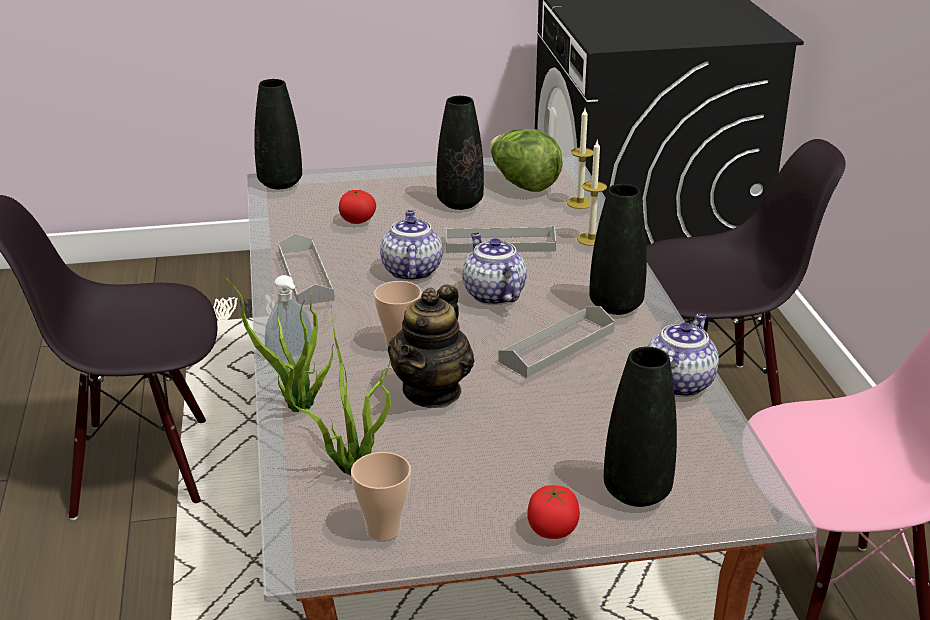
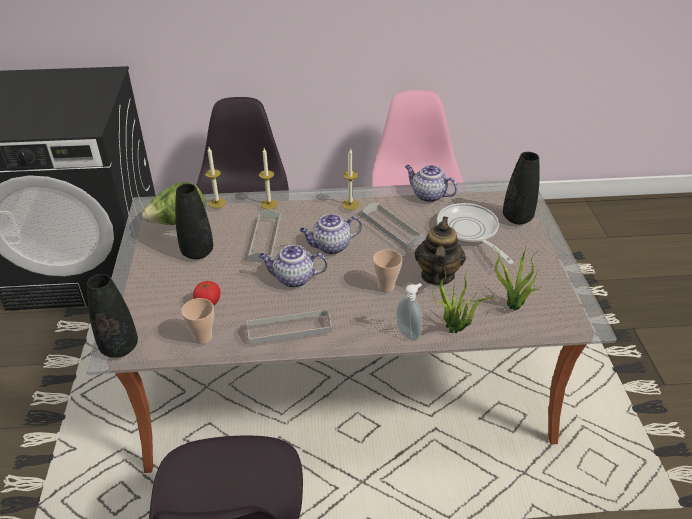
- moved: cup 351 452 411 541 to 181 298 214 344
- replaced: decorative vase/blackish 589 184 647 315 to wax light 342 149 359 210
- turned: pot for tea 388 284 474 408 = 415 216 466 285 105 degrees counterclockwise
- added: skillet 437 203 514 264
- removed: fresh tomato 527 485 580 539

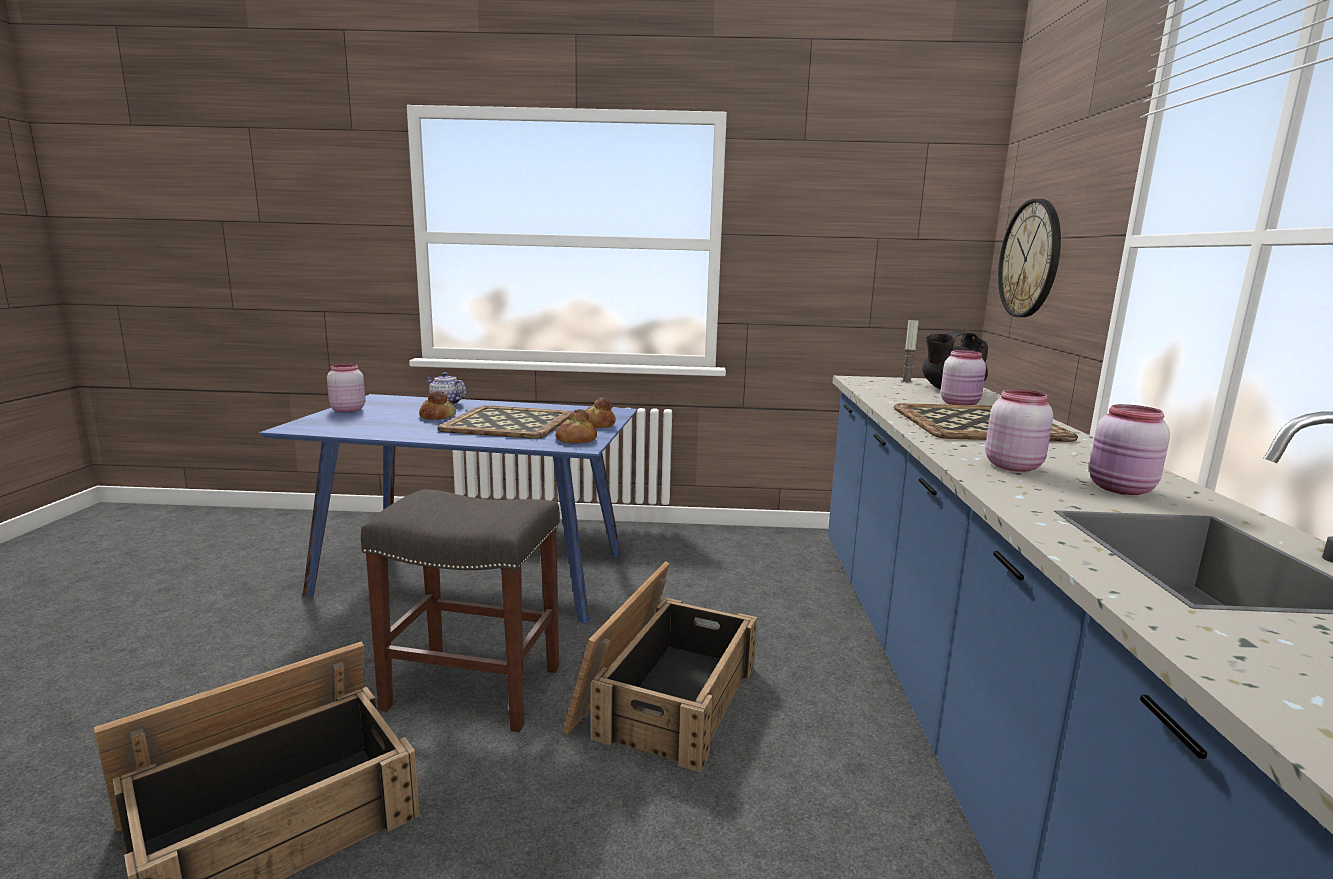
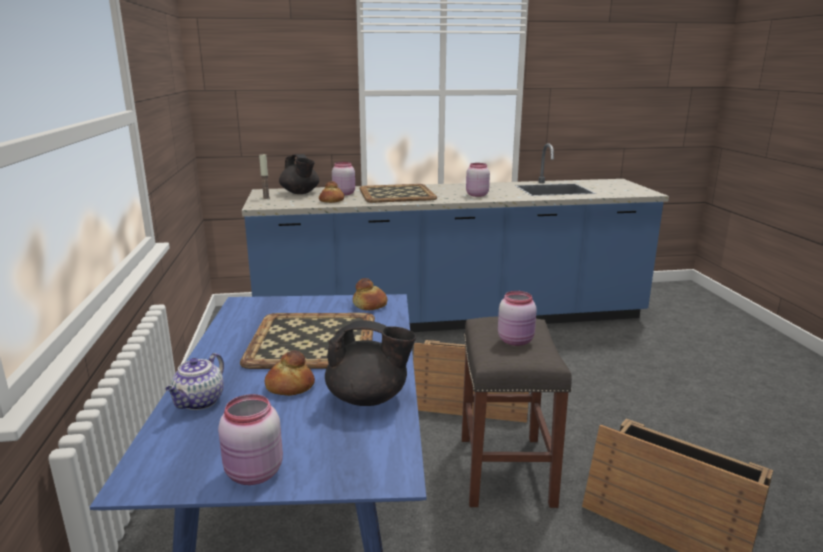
- moved: bread 584 397 616 428 to 319 181 344 203
- added: pot for tea/blackish 325 320 416 406
- moved: preserve jar/pink 1089 404 1170 495 to 498 291 537 346
- removed: hanging clock 998 199 1061 317

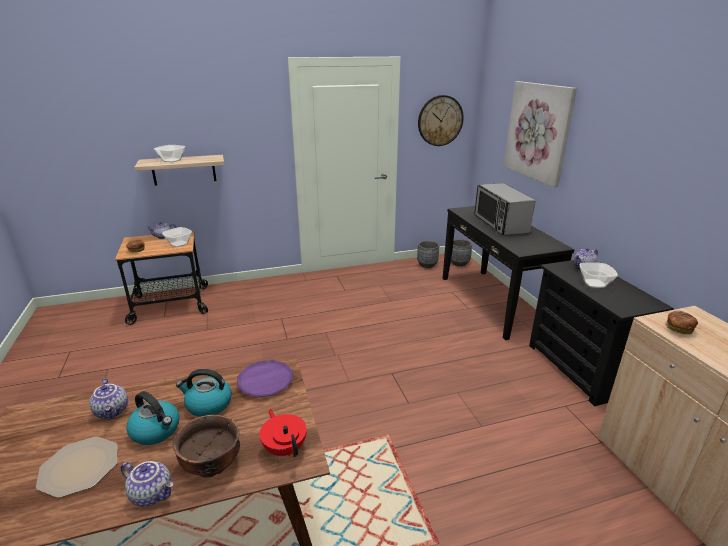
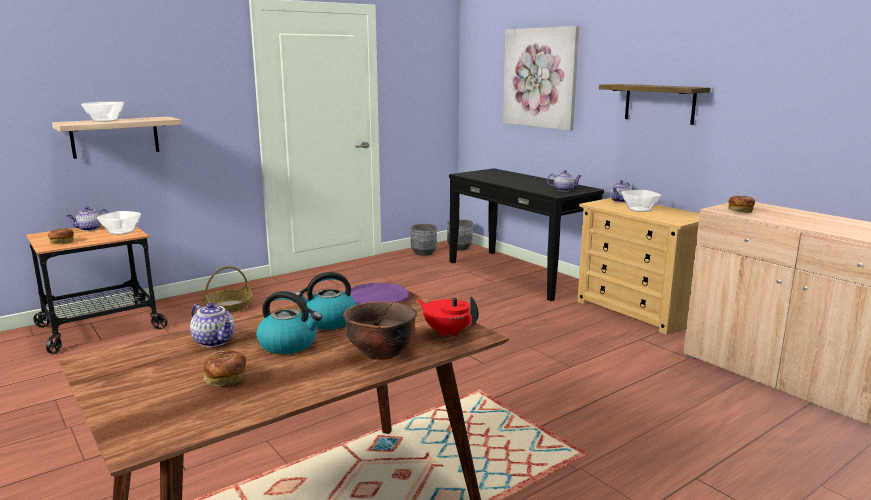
- added: storage basket 202 266 253 312
- replaced: flat dish 36 437 118 498 to bread 203 350 246 386
- moved: pot for tea 121 461 173 507 to 547 170 582 192
- recoloured: chest of drawers/blackish 529 260 674 406 to chest of drawers/beige 577 198 700 335
- added: bracket shelf 599 84 710 125
- removed: hanging clock 418 95 464 146
- removed: microwave oven 474 183 536 235

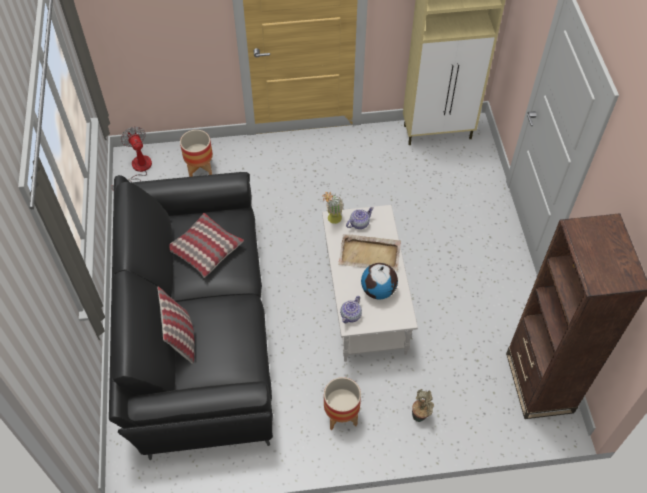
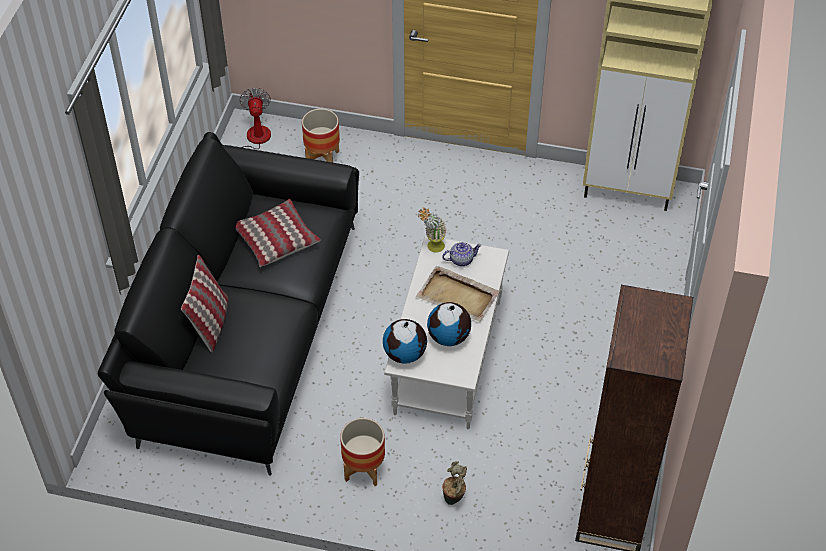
- replaced: pot for tea 340 296 362 323 to desk globe 383 319 427 364

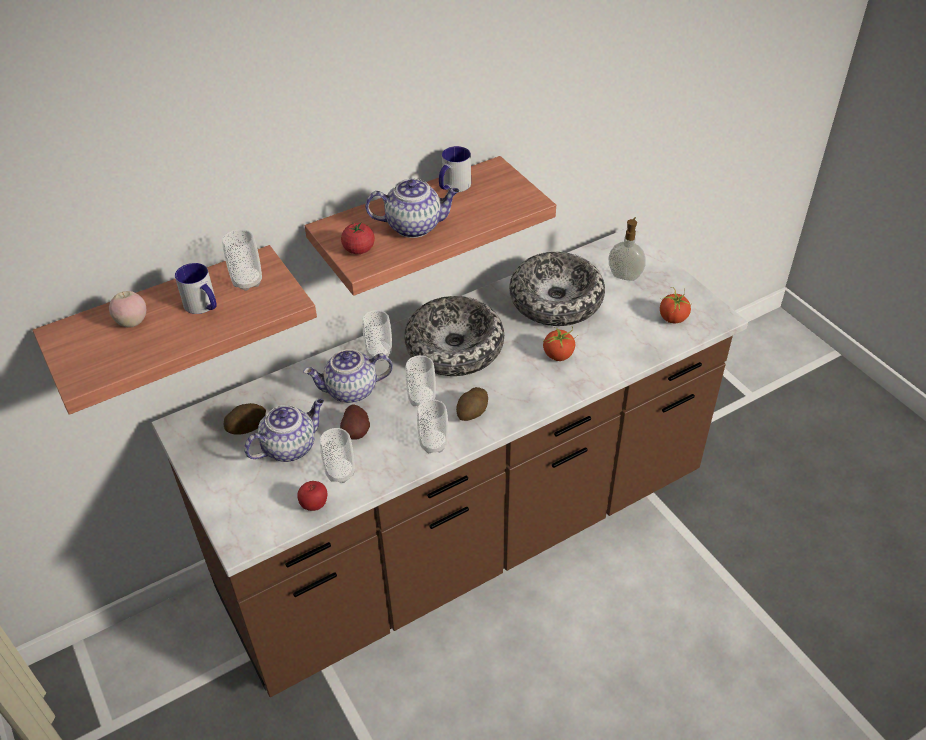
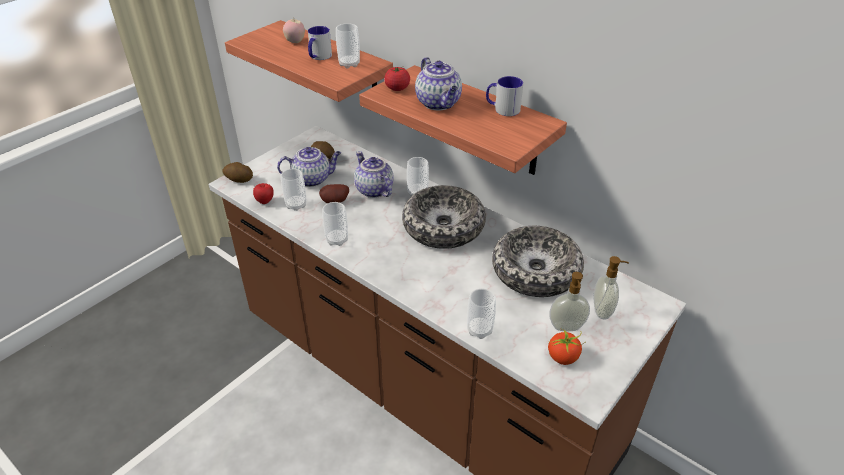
- moved: whole potato 456 387 488 421 to 222 162 253 183
- turned: pot for tea 244 399 324 462 = 277 147 341 187 45 degrees counterclockwise
- moved: cup 405 355 436 406 to 467 289 496 339
- added: soap bottle 550 272 590 331
- removed: fresh tomato 543 327 578 361

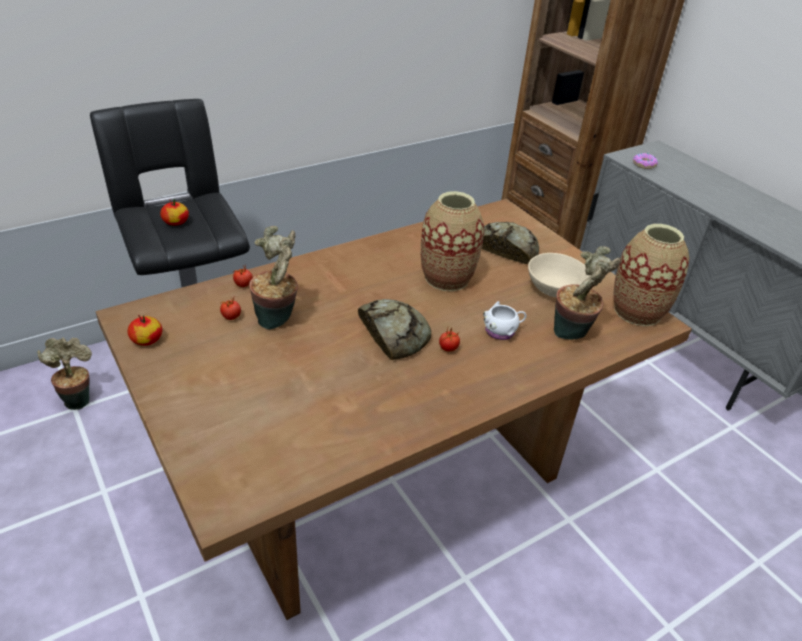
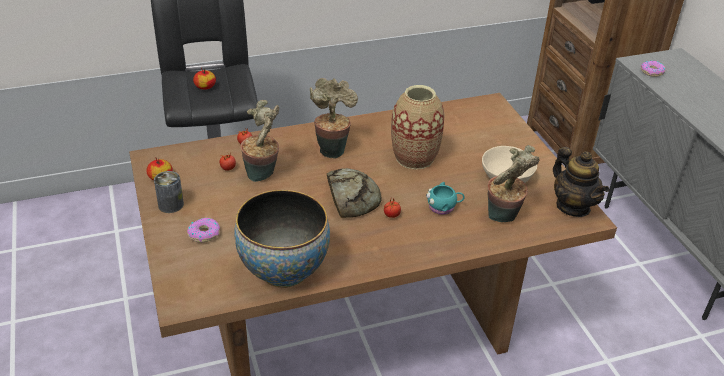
- added: can 154 171 184 213
- added: doughnut 187 218 220 243
- added: serving bowl 234 190 330 288
- moved: houseplant 37 337 92 410 to 310 78 358 159
- recoloured: mug/whitish 483 301 527 340 to mug/turquoise 426 182 465 215
- replaced: decorative vase 614 224 689 326 to pot for tea 553 147 609 217
- removed: bread 482 222 539 264

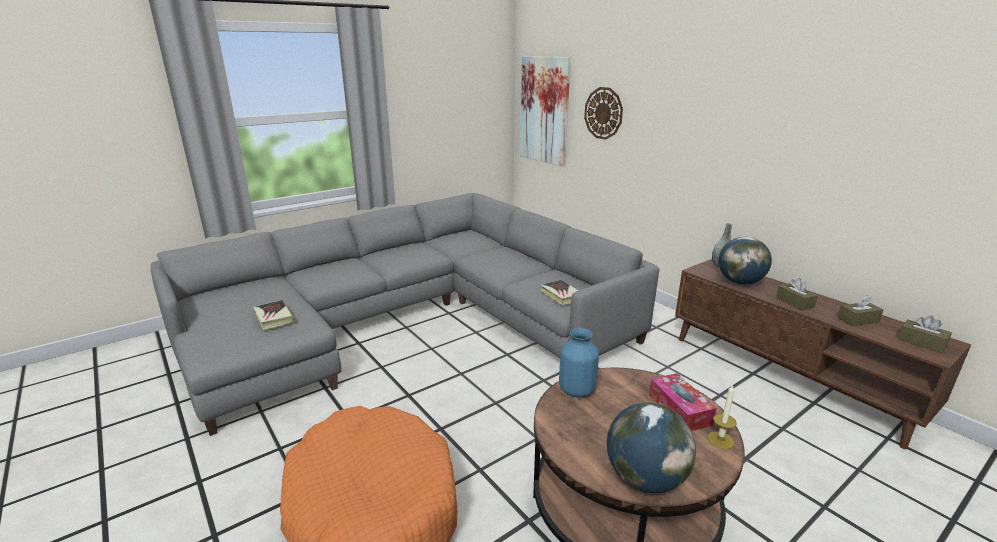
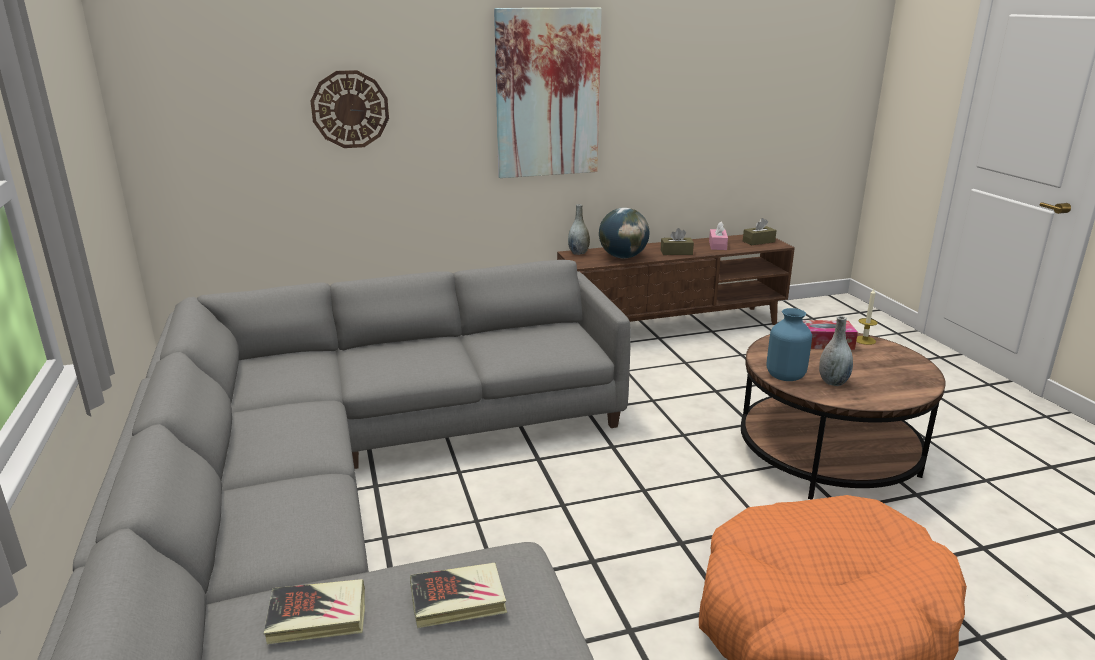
- moved: bound book 540 280 579 305 to 264 579 365 644
- moved: picture 520 56 571 166 to 494 7 602 178
- recoloured: tissue holder/brown-coloured 837 295 883 326 to tissue holder/pink 709 222 728 250
- added: decorative vase/grey 819 316 853 386
- removed: desk globe 607 403 696 493

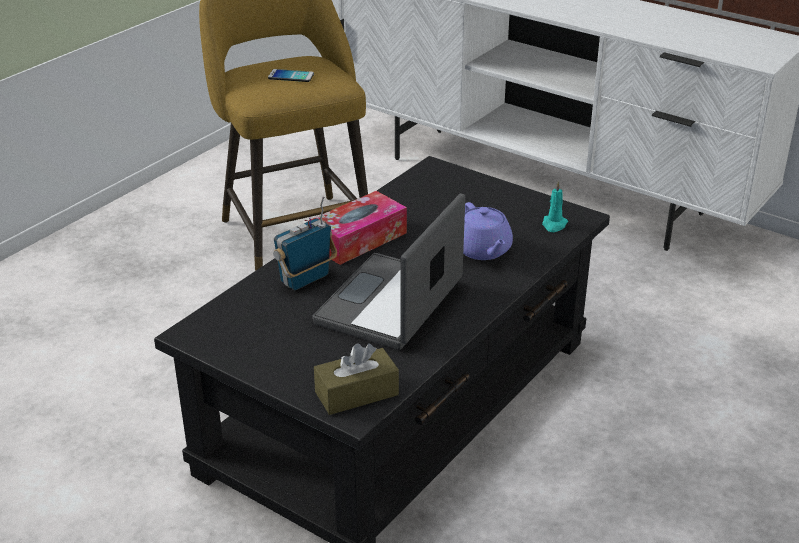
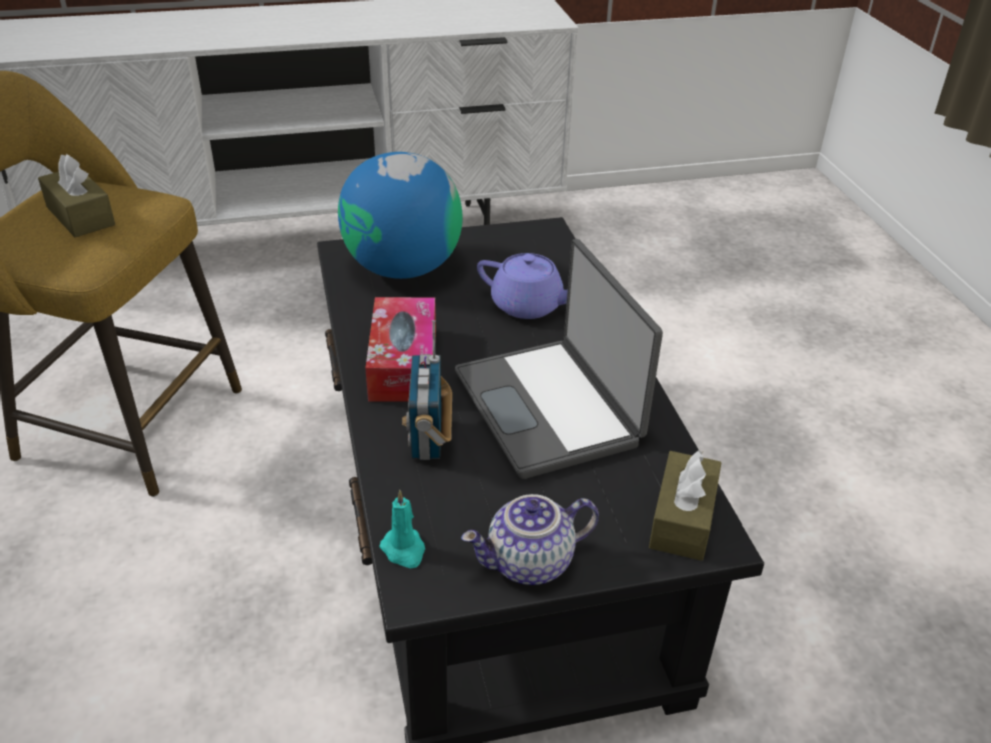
- replaced: phone 268 69 314 82 to tissue holder/brown-coloured 38 154 115 237
- added: desk globe 338 152 462 279
- moved: wax light/turquoise 542 181 568 232 to 379 490 425 569
- added: pot for tea 461 494 599 585

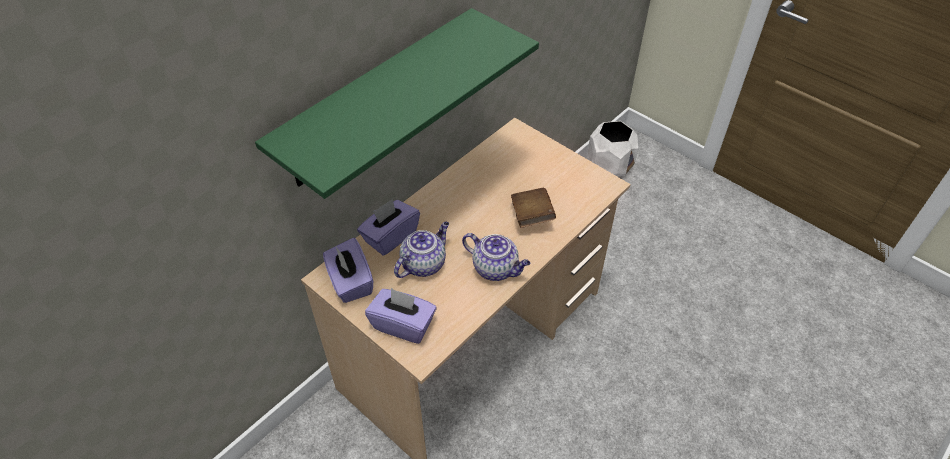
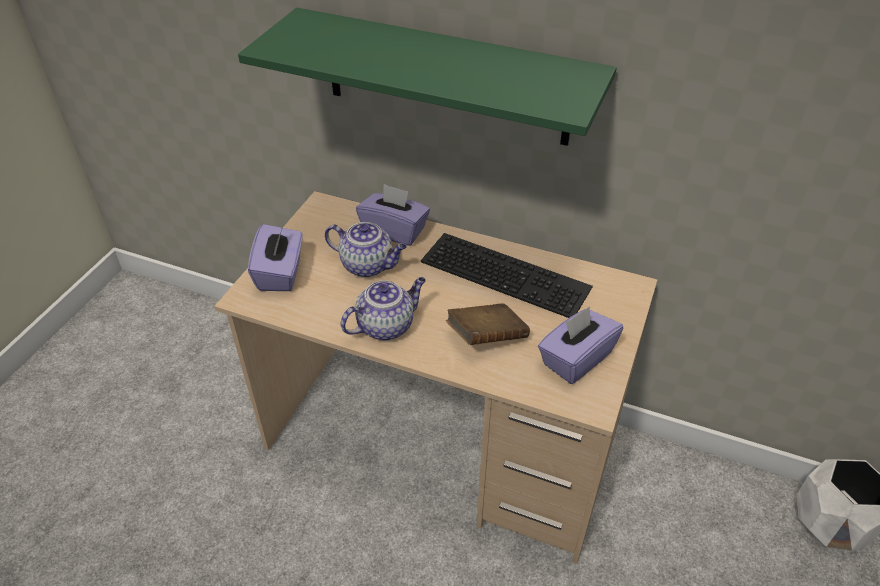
- turned: pot for tea 462 233 531 281 = 341 277 426 341 135 degrees counterclockwise
- added: PC keyboard 421 233 593 318
- moved: tissue holder/purple 323 237 373 303 to 538 306 623 384

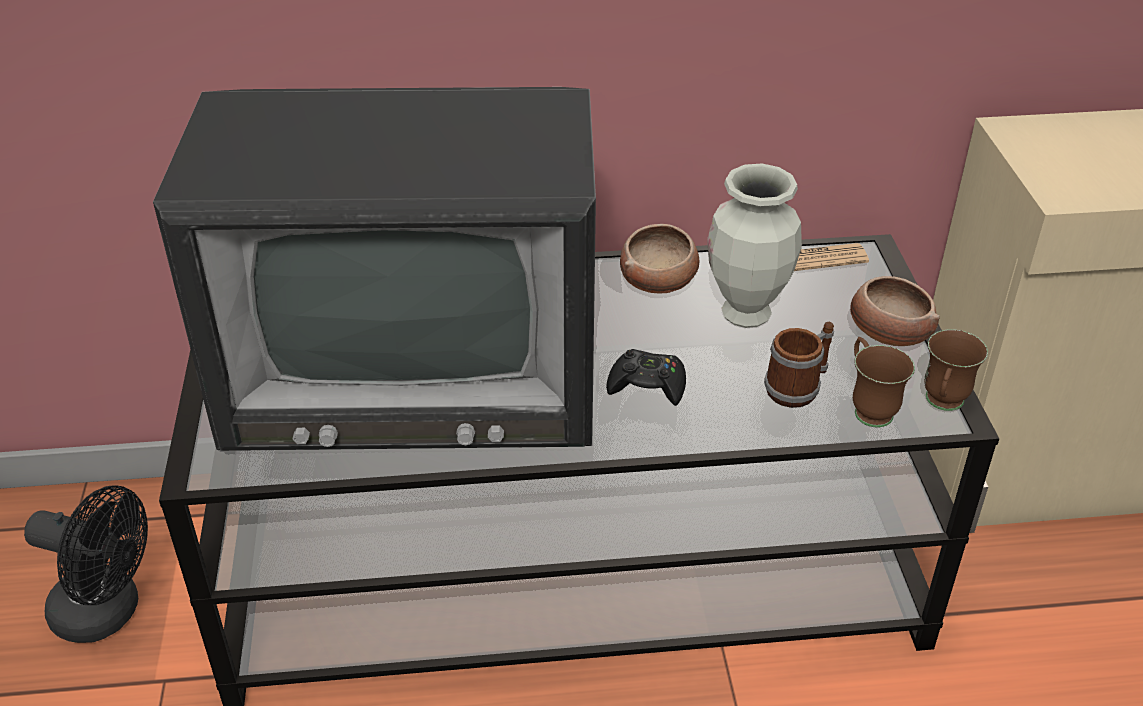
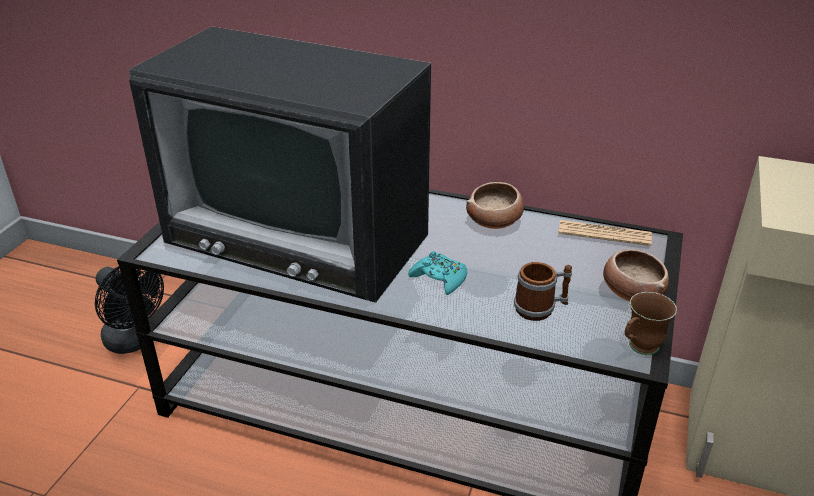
- recoloured: gamepad/blackish 606 349 686 406 to gamepad/turquoise 408 251 467 295
- removed: decorative vase 707 164 802 328
- removed: mug/brown-coloured 853 337 915 427

